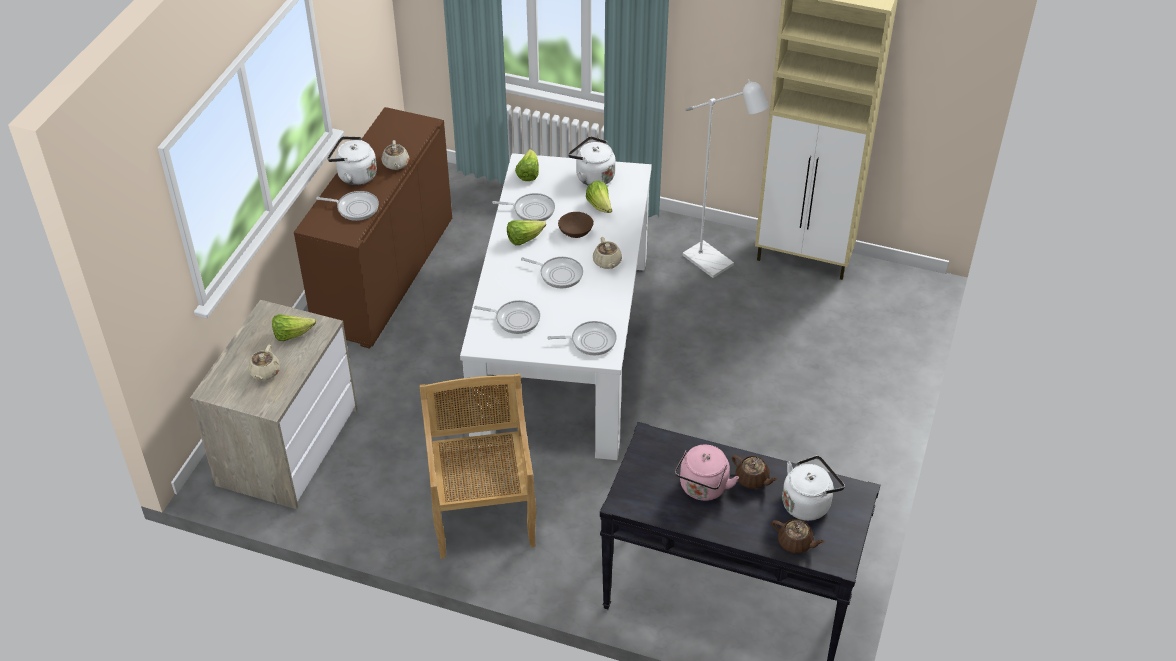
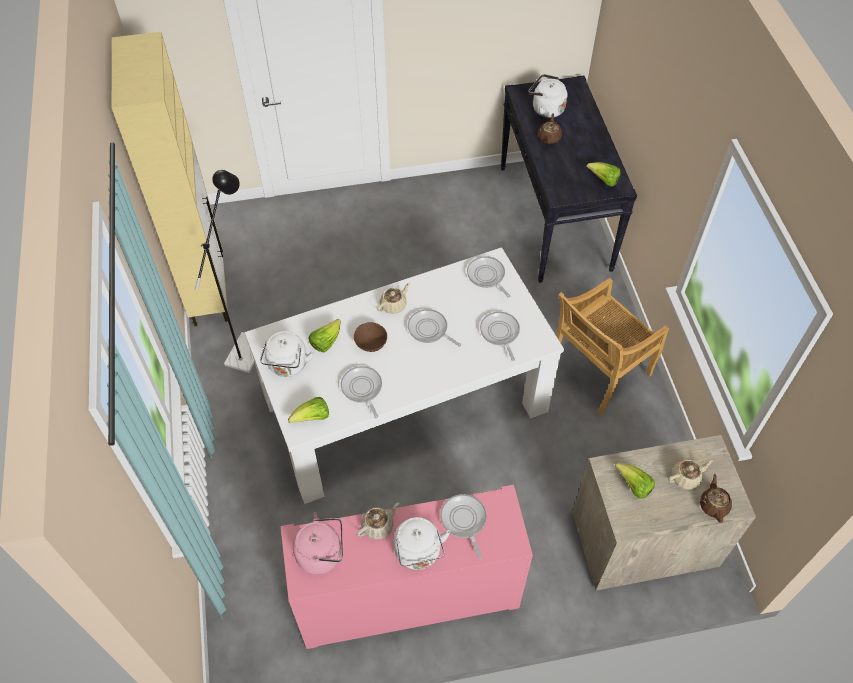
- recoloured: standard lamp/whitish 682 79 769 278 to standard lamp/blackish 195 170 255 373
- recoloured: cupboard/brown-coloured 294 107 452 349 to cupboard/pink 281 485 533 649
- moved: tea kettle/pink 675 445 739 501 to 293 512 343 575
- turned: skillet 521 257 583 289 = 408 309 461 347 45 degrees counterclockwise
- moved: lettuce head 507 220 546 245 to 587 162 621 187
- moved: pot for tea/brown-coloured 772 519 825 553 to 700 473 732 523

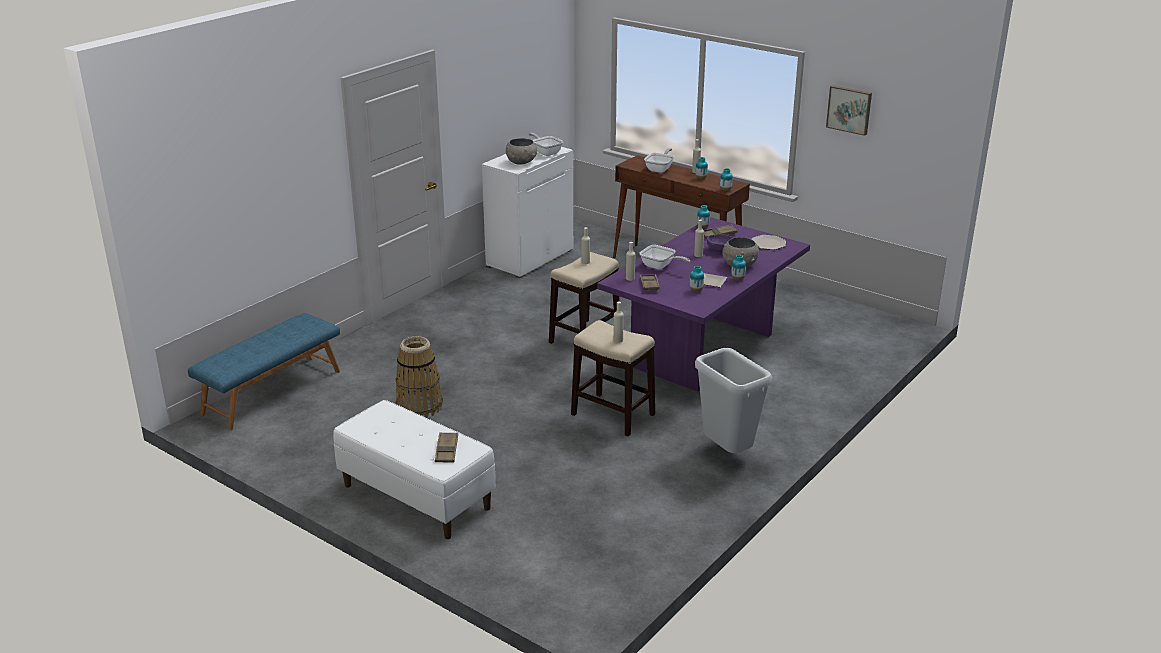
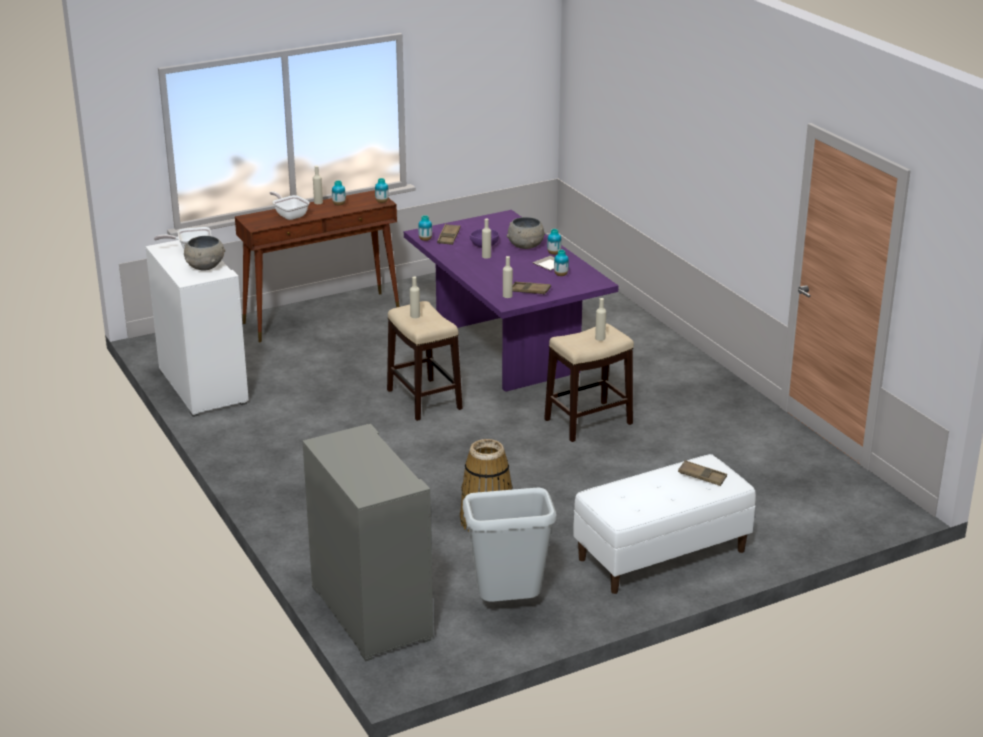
- replaced: indoor bench/bluish 188 313 340 430 to cupboard/grey 302 424 433 661
- moved: rubbish bin/grey 695 348 772 453 to 463 488 557 602
- removed: skillet 640 245 691 270
- removed: flat dish 752 235 786 250
- removed: picture 826 85 872 136

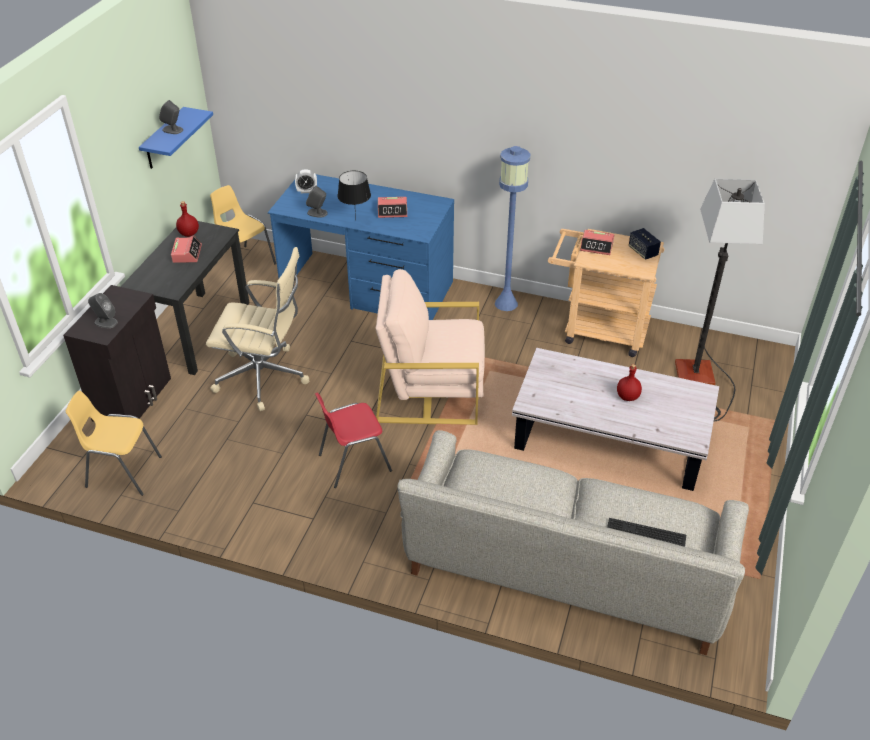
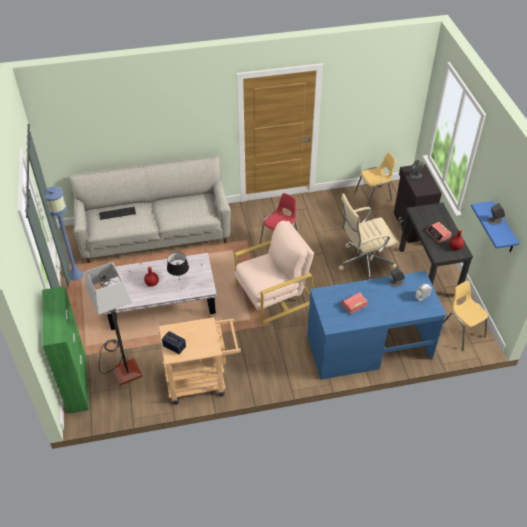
- added: cupboard/green-coloured 42 286 89 414
- moved: standard lamp/bluish 495 146 530 311 to 45 186 84 281
- moved: table lamp/blackish 337 171 371 218 to 167 252 189 281
- turned: plain chair/yellow-coloured 210 185 276 264 = 443 281 488 350 135 degrees counterclockwise
- removed: alarm clock 580 230 614 255

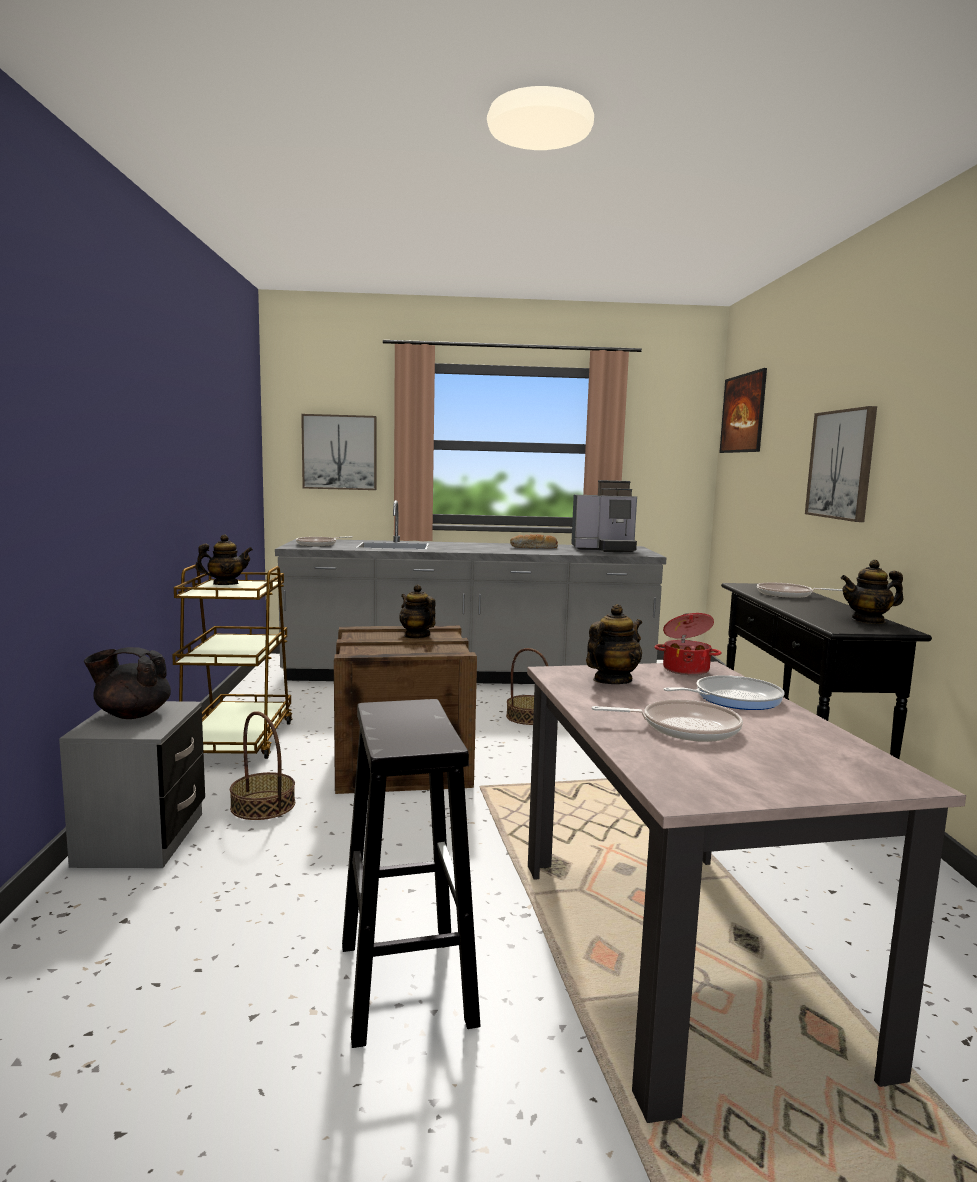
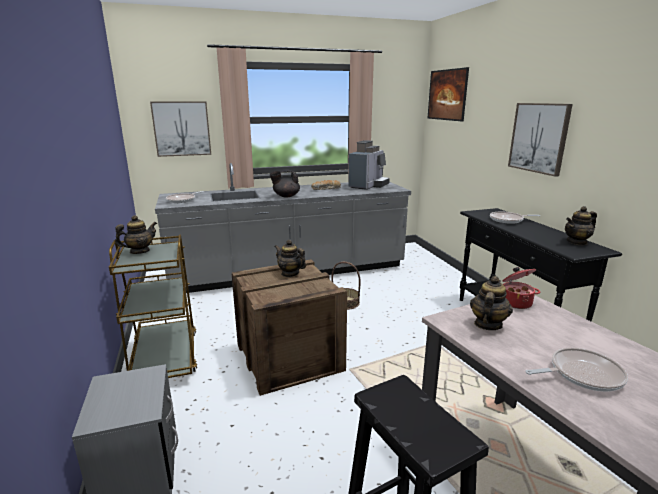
- moved: pot for tea/blackish 84 647 171 719 to 270 170 300 197
- turned: coffee maker 571 480 637 553 = 348 140 390 190 45 degrees counterclockwise
- removed: storage basket 230 711 295 820
- removed: skillet 664 675 785 710

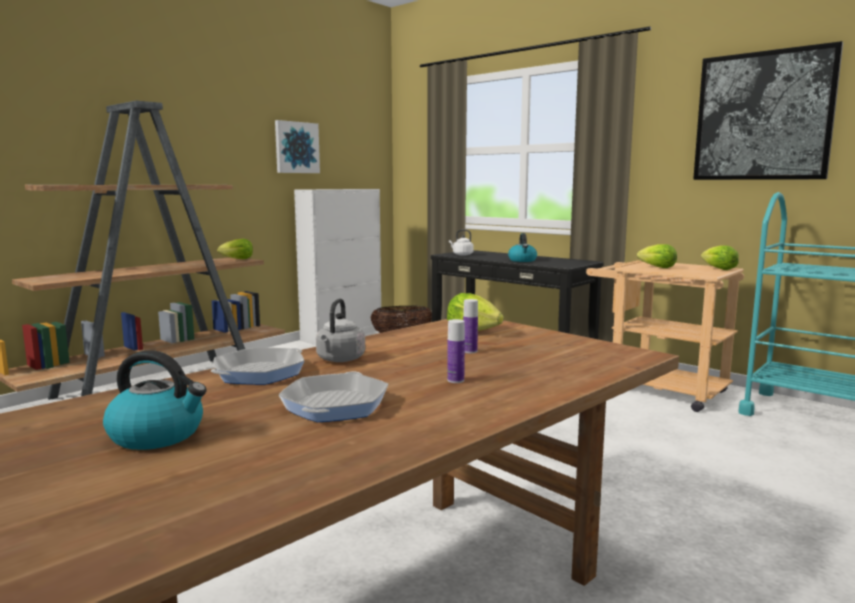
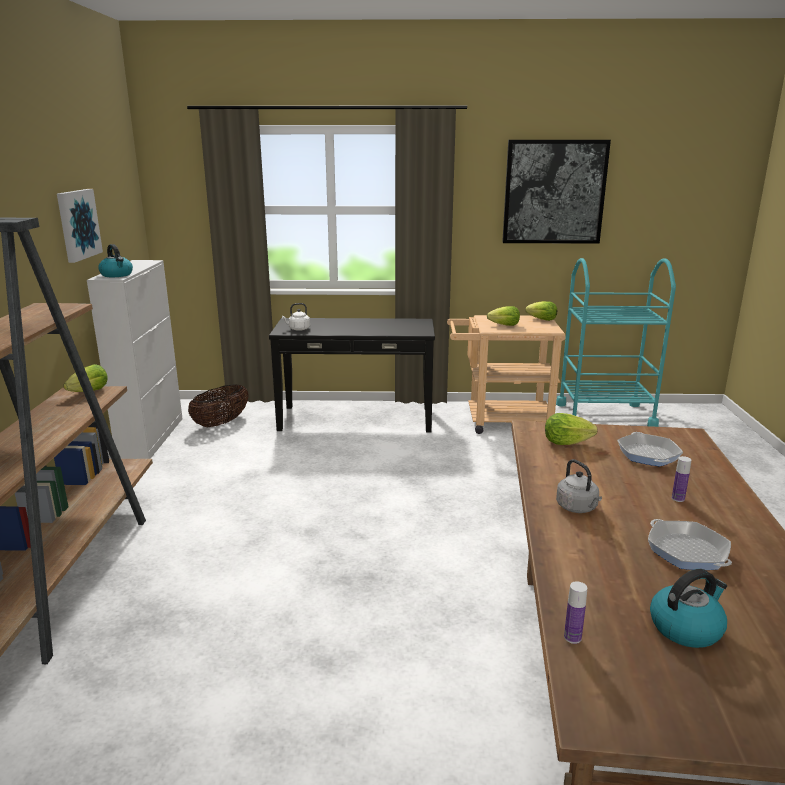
- moved: tea kettle 508 233 537 262 to 98 244 133 277
- moved: beverage bottle 463 299 478 353 to 564 581 587 644
- moved: skillet 211 347 304 385 to 617 432 683 467

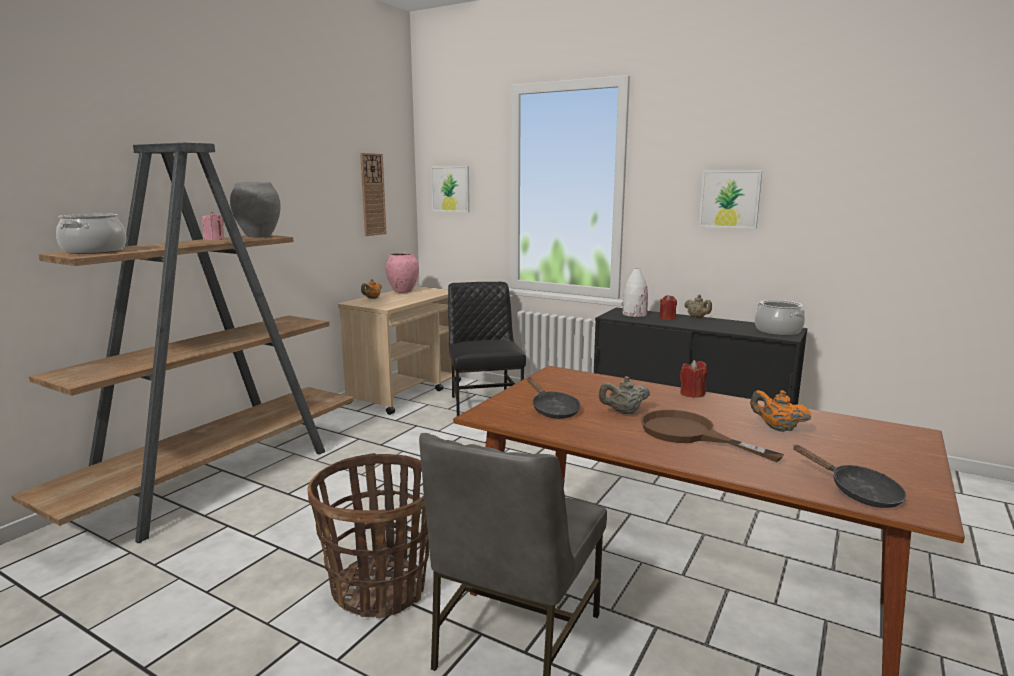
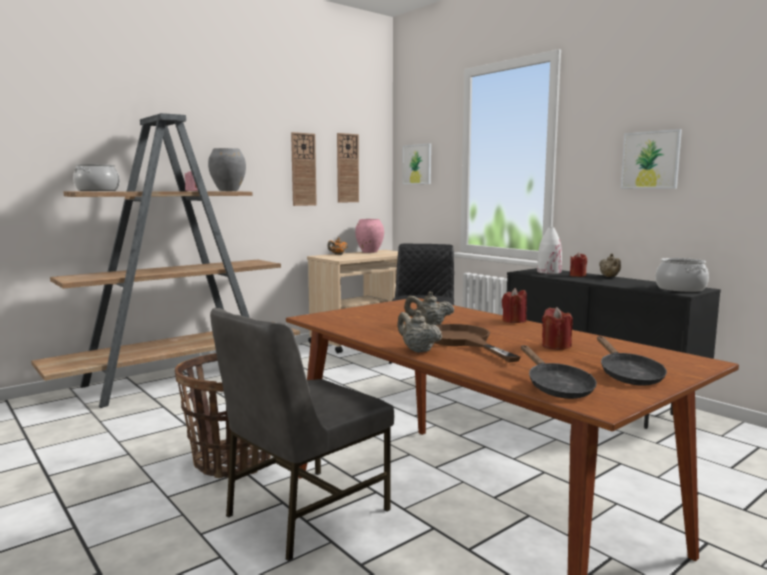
- added: hanging clock 291 132 317 206
- added: pot for tea/beige 397 310 442 353
- replaced: pot for tea/orangey 750 390 811 432 to wax light/red 542 307 573 350
- moved: skillet/blackish 527 377 581 419 to 597 336 667 386

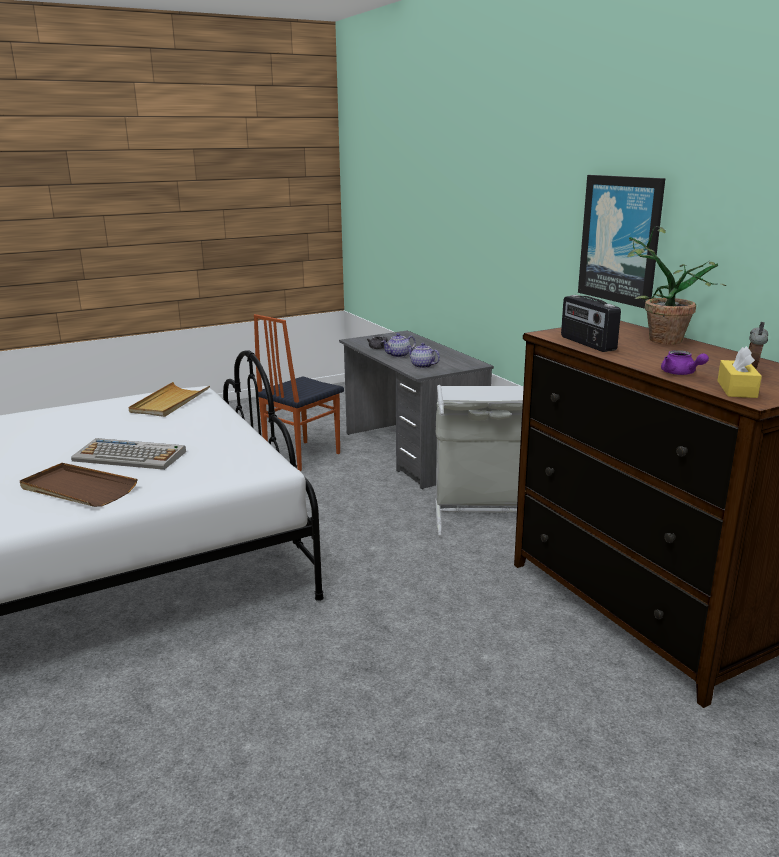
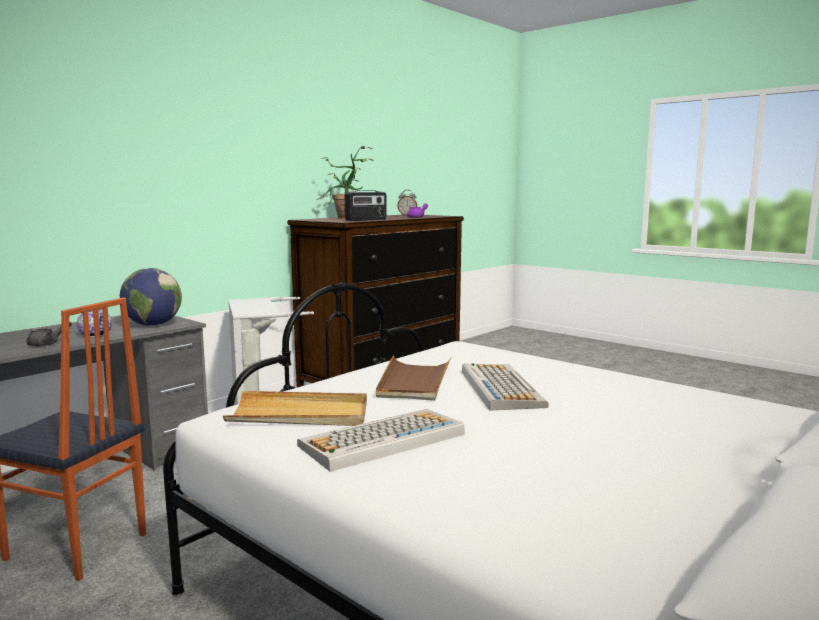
- replaced: pot for tea 407 343 440 369 to desk globe 120 268 182 326
- added: PC keyboard 297 409 464 472
- moved: carrying tray/brown-coloured 20 463 137 507 to 376 355 451 400
- removed: picture 578 175 665 309
- removed: tissue holder/yellow-coloured 717 346 762 398

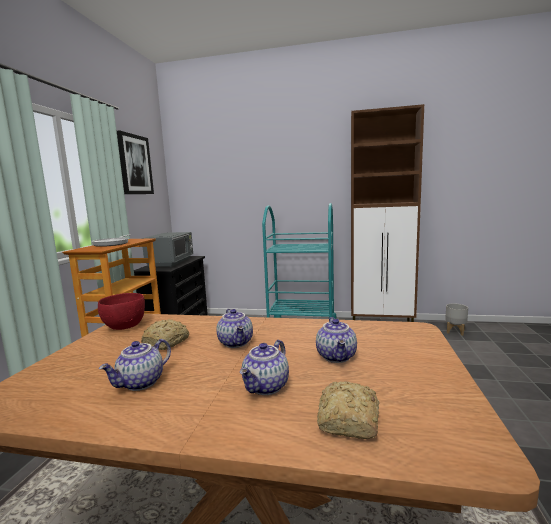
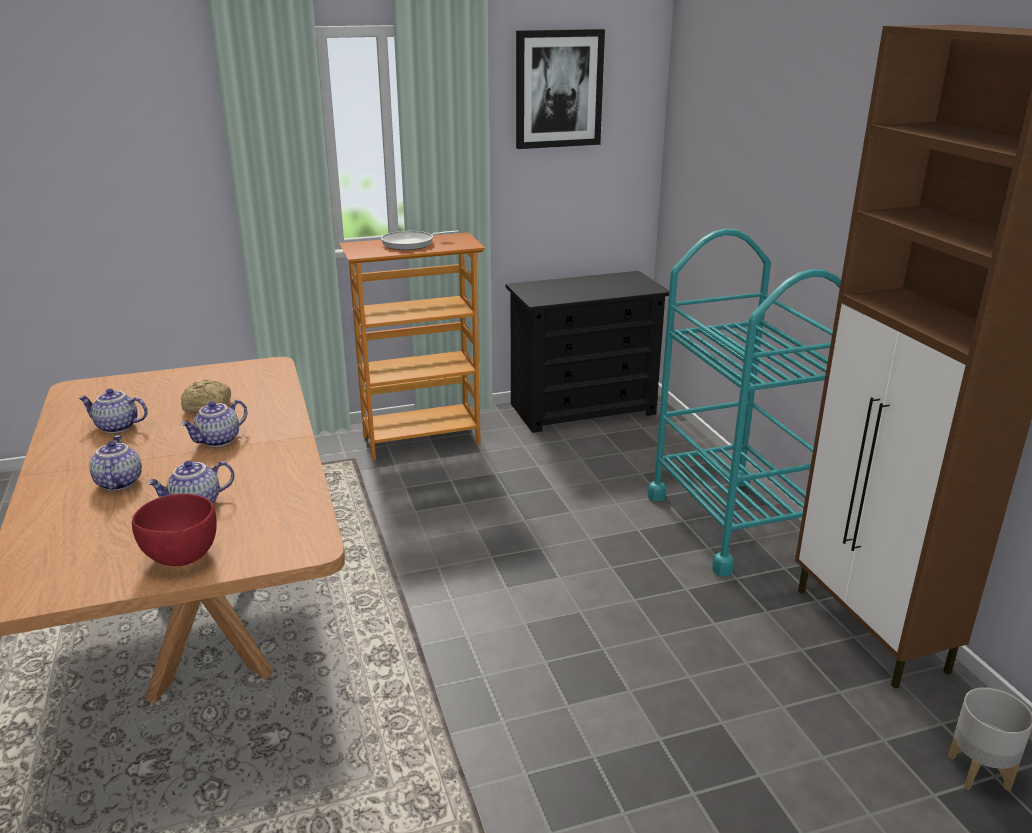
- turned: pot for tea 240 340 289 395 = 89 435 142 491 75 degrees clockwise
- moved: serving bowl/red 98 293 145 330 to 132 494 217 566
- removed: microwave oven/grey 141 232 193 267
- removed: bread 317 381 380 439

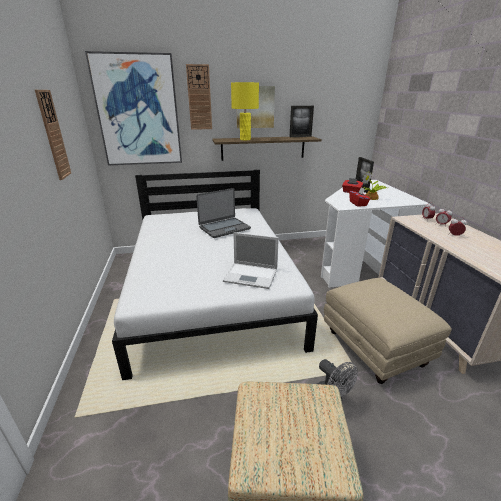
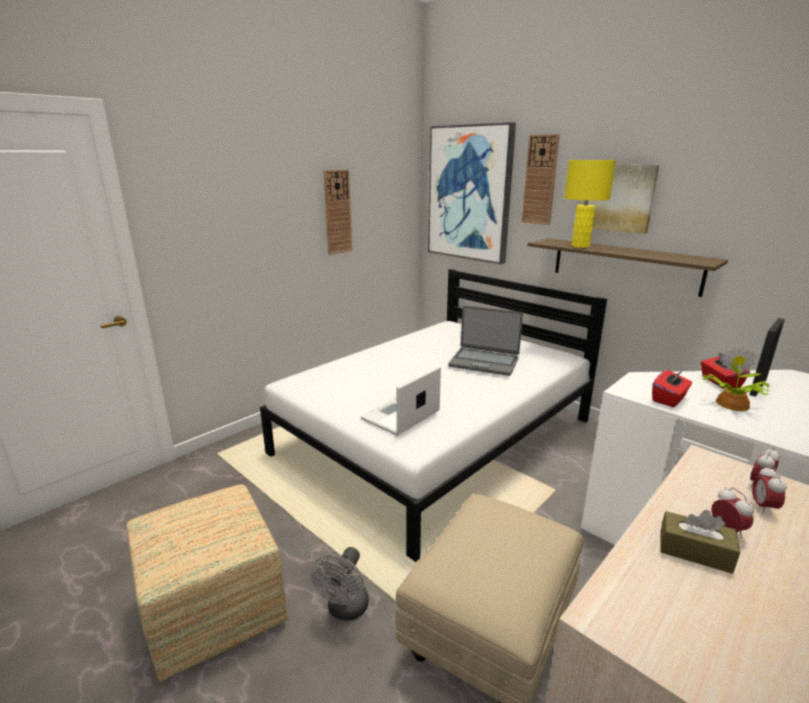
- turned: laptop 223 232 279 289 = 361 366 441 436 60 degrees clockwise
- added: tissue holder/brown-coloured 660 510 740 574
- removed: standing frame 289 106 314 137

